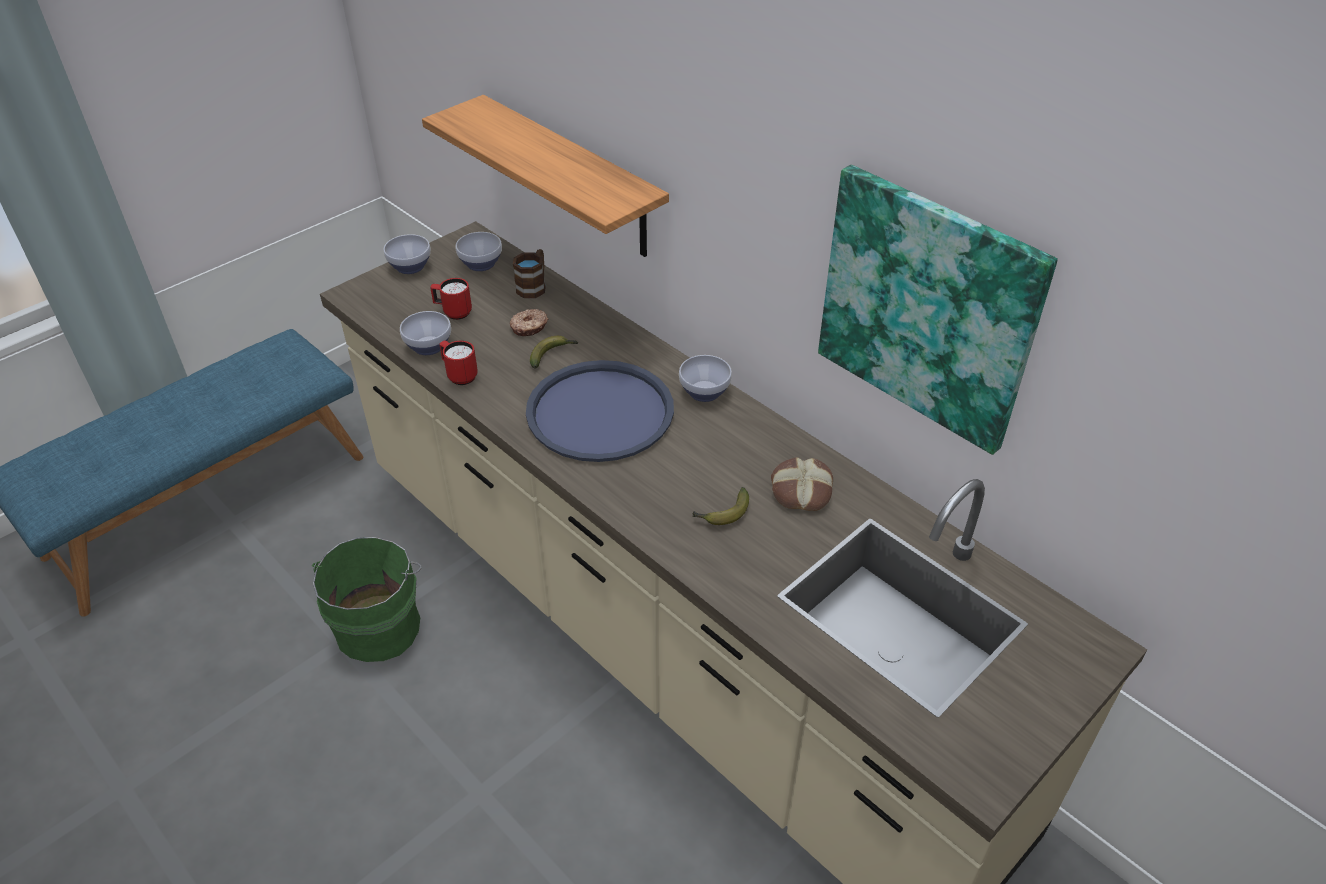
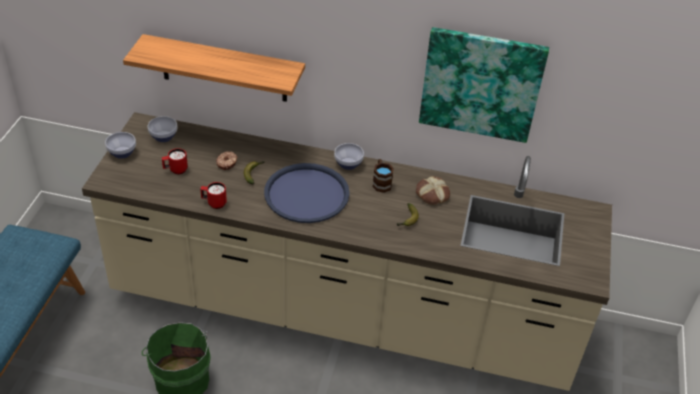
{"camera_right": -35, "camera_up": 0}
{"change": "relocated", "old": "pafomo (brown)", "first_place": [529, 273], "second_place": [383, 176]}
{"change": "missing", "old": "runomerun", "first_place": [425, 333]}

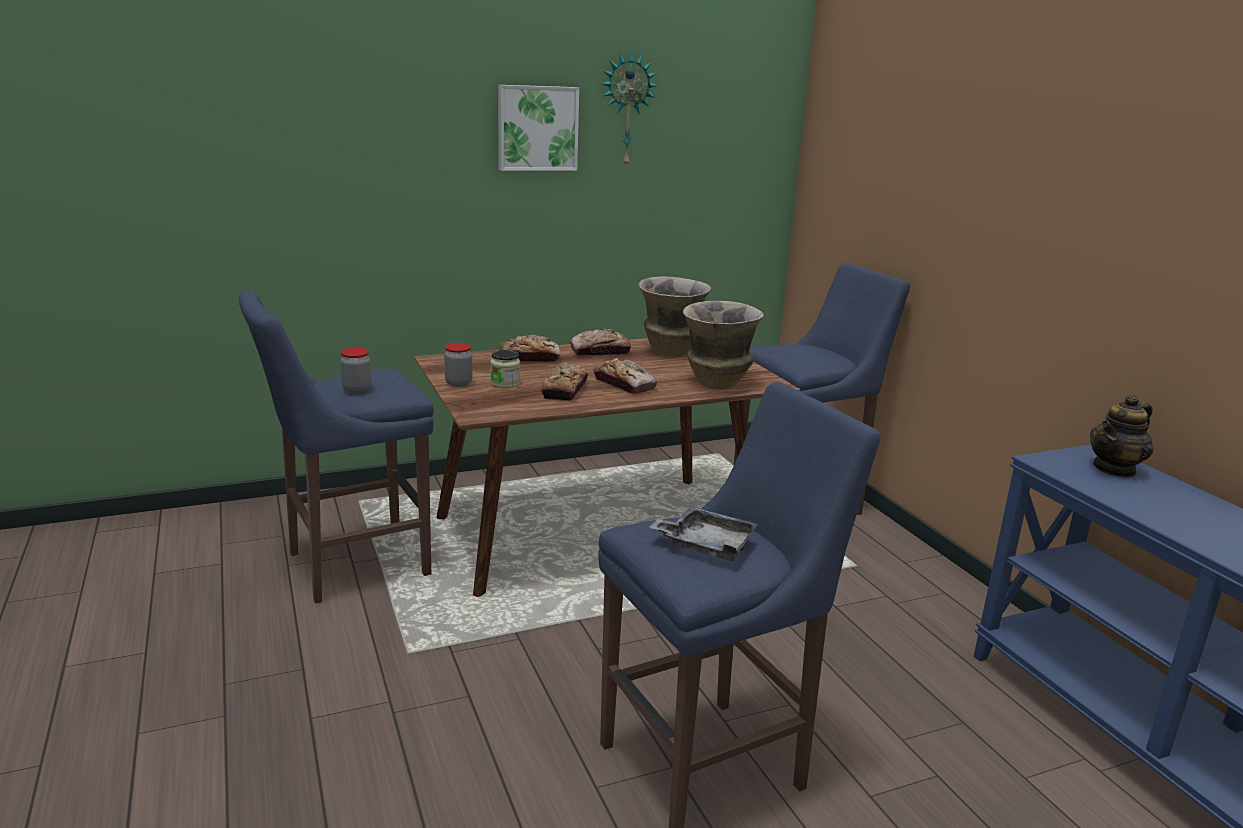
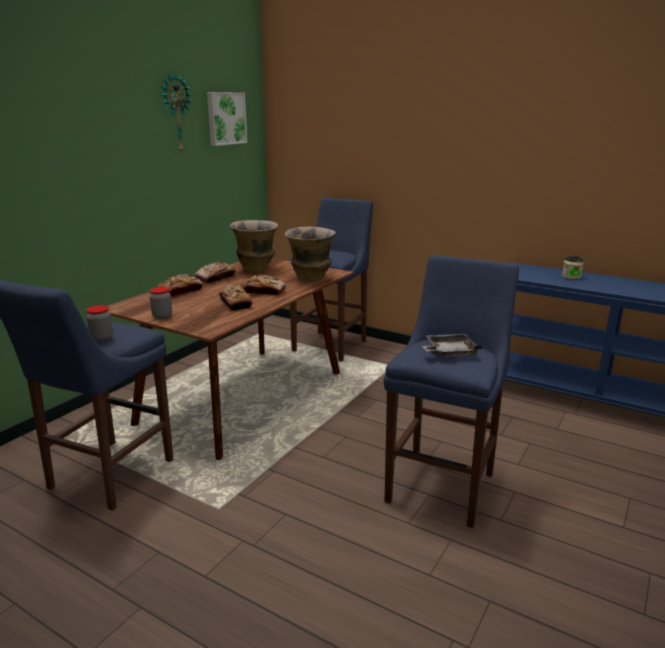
{"camera_right": -35, "camera_up": 0}
{"change": "relocated", "old": "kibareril", "first_place": [538, 128], "second_place": [227, 119]}
{"change": "relocated", "old": "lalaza", "first_place": [505, 369], "second_place": [573, 267]}
{"change": "missing", "old": "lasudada", "first_place": [1121, 436]}

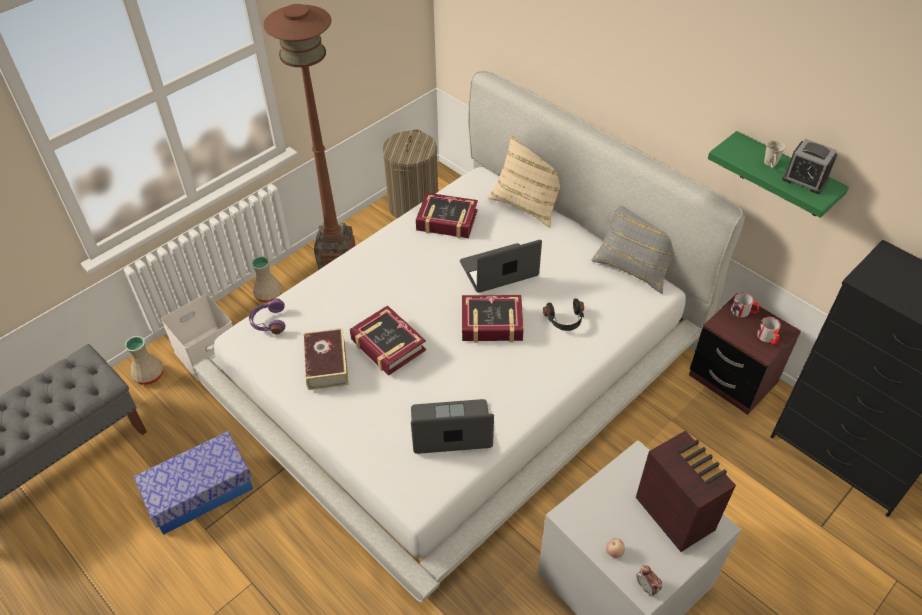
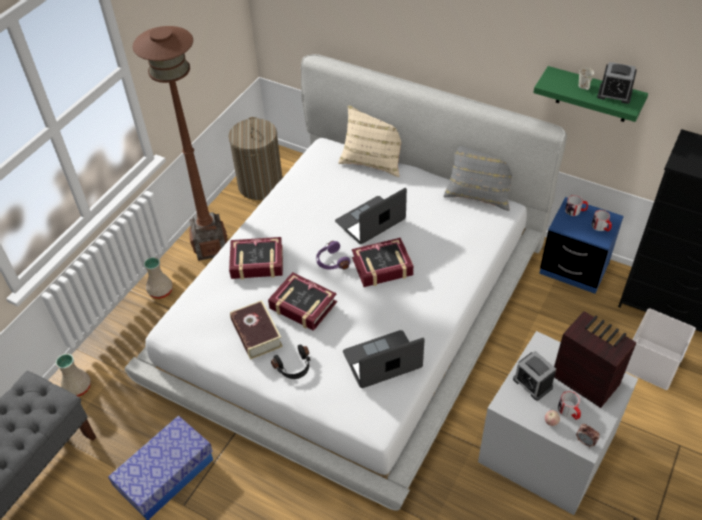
{"camera_right": -15, "camera_up": 0}
{"change": "relocated", "old": "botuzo", "first_place": [447, 215], "second_place": [256, 258]}
{"change": "relocated", "old": "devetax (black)", "first_place": [563, 315], "second_place": [291, 362]}
{"change": "relocated", "old": "devetax (purple)", "first_place": [267, 316], "second_place": [333, 255]}
{"change": "appeared", "new": "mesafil", "second_place": [534, 376]}
{"change": "colour", "old": "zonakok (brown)", "new": "zonakok (blue)", "first_place": [745, 355], "second_place": [581, 245]}
{"change": "appeared", "new": "pafomo", "second_place": [569, 405]}
{"change": "relocated", "old": "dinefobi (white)", "first_place": [197, 337], "second_place": [660, 349]}

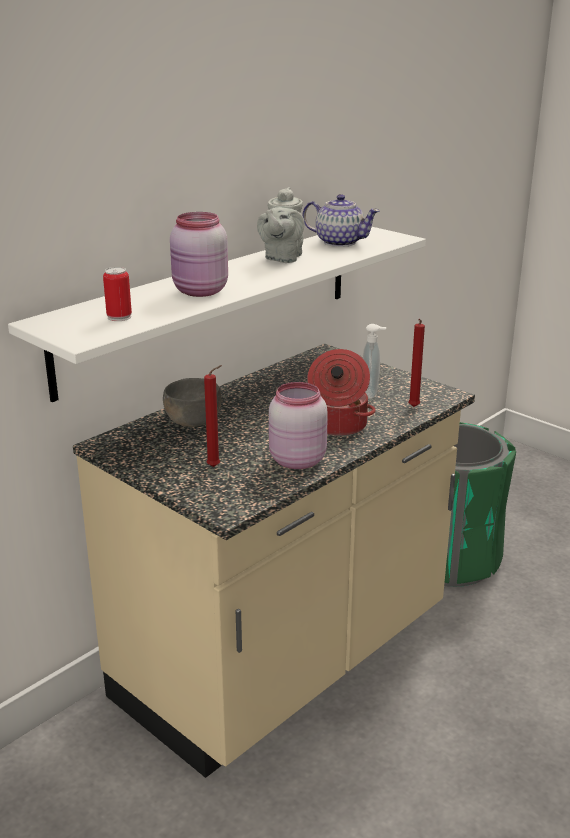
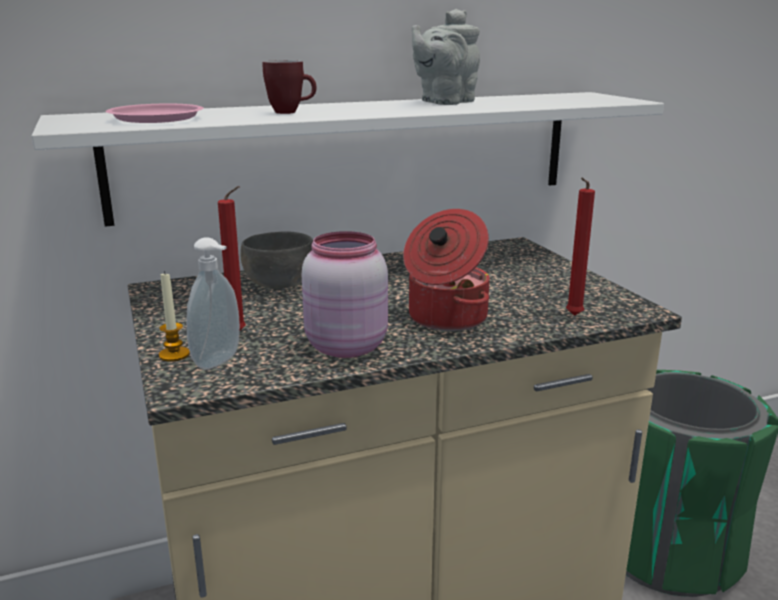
{"camera_right": 25, "camera_up": -5}
{"change": "exchanged", "old": "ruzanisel", "new": "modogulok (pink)", "first_place": [117, 294], "second_place": [154, 113]}
{"change": "appeared", "new": "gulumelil", "second_place": [174, 316]}
{"change": "relocated", "old": "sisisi", "first_place": [374, 361], "second_place": [213, 303]}
{"change": "exchanged", "old": "lalaza (pink)", "new": "pafomo", "first_place": [199, 254], "second_place": [289, 87]}
{"change": "missing", "old": "lasudada", "first_place": [341, 220]}

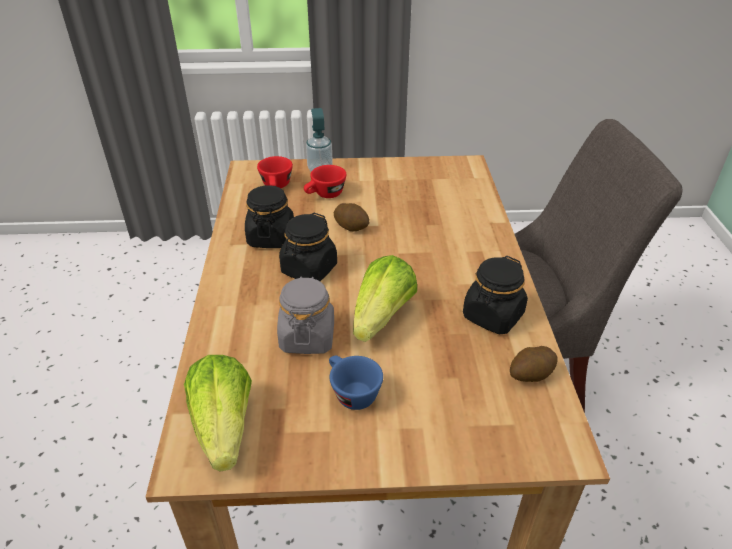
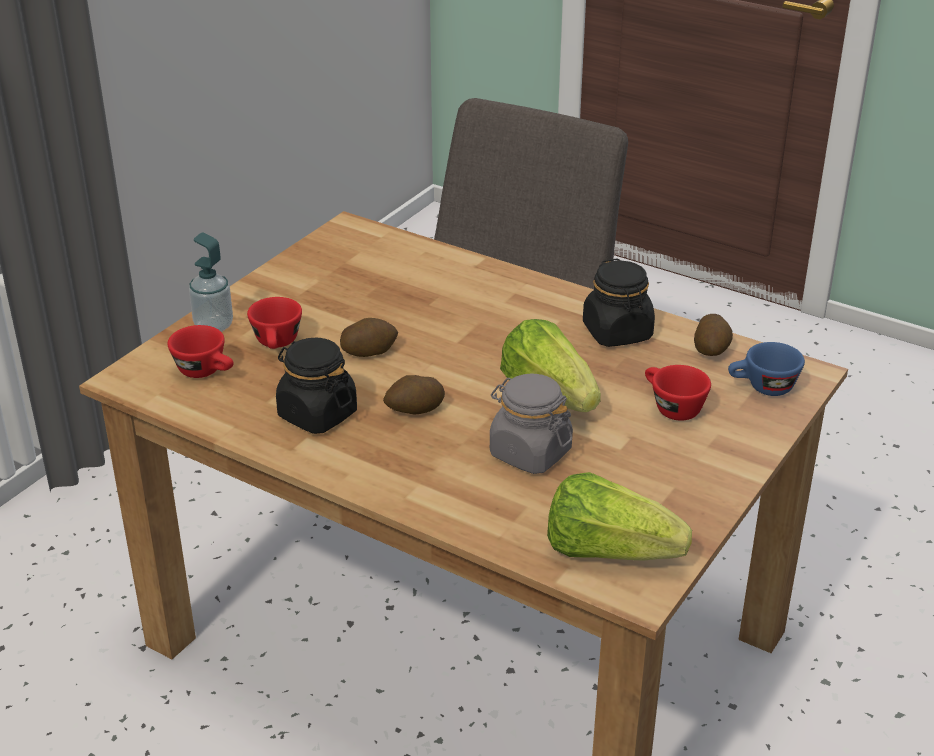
{"camera_right": -55, "camera_up": -5}
{"change": "exchanged", "old": "lalaza (black)", "new": "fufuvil", "first_place": [308, 247], "second_place": [414, 395]}
{"change": "appeared", "new": "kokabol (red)", "second_place": [678, 393]}
{"change": "relocated", "old": "kokabol (blue)", "first_place": [356, 382], "second_place": [766, 369]}

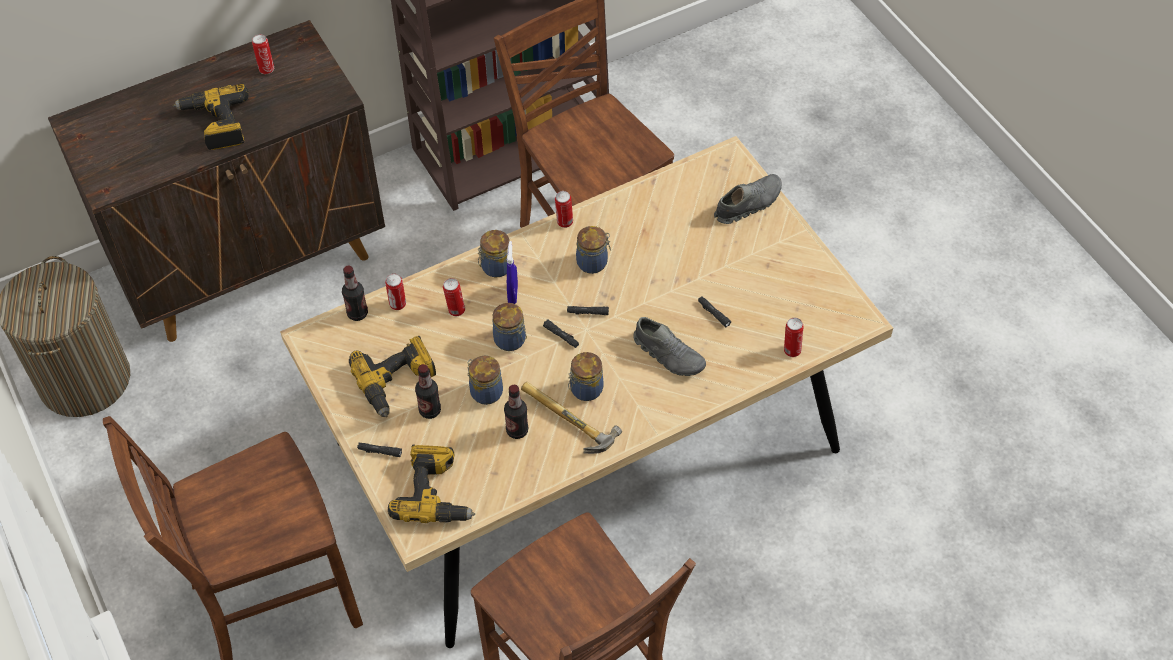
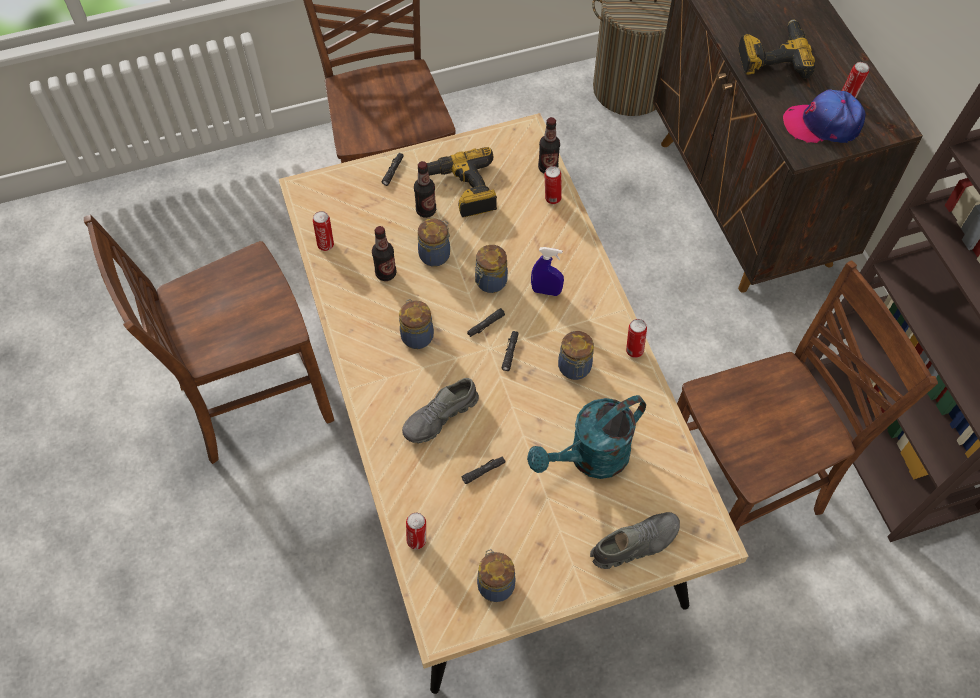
{"camera_right": 100, "camera_up": 5}
{"change": "relocated", "old": "ruzanisel", "first_place": [454, 297], "second_place": [323, 231]}
{"change": "relocated", "old": "lalaza", "first_place": [494, 253], "second_place": [496, 575]}
{"change": "appeared", "new": "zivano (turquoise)", "second_place": [586, 437]}
{"change": "spun", "old": "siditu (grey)", "first_place": [748, 199], "second_place": [635, 540], "degrees": -90}
{"change": "appeared", "new": "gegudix", "second_place": [824, 116]}
{"change": "missing", "old": "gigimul", "first_place": [431, 484]}
{"change": "missing", "old": "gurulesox", "first_place": [571, 418]}

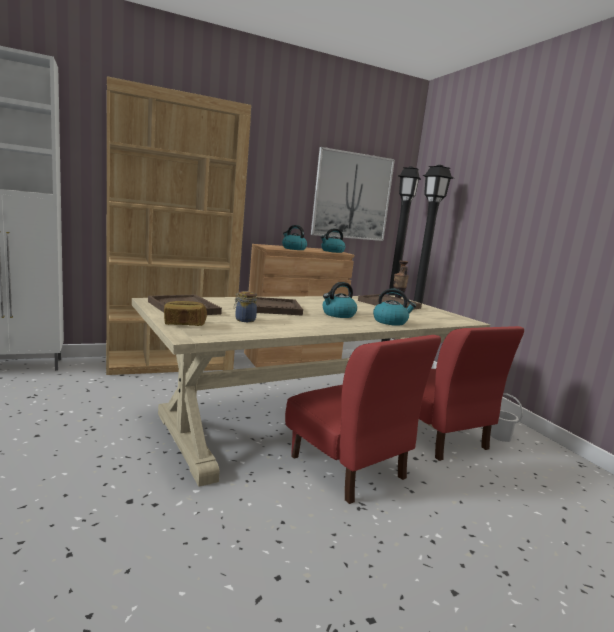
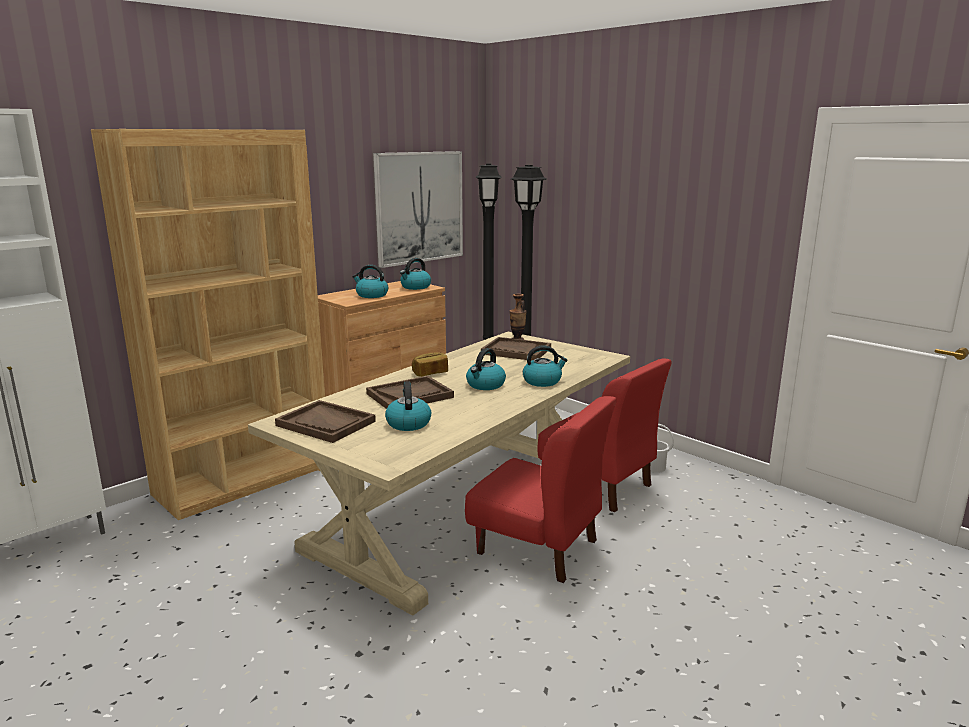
{"camera_right": -20, "camera_up": 5}
{"change": "exchanged", "old": "lalaza", "new": "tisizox", "first_place": [245, 306], "second_place": [408, 406]}
{"change": "relocated", "old": "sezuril", "first_place": [185, 313], "second_place": [430, 364]}

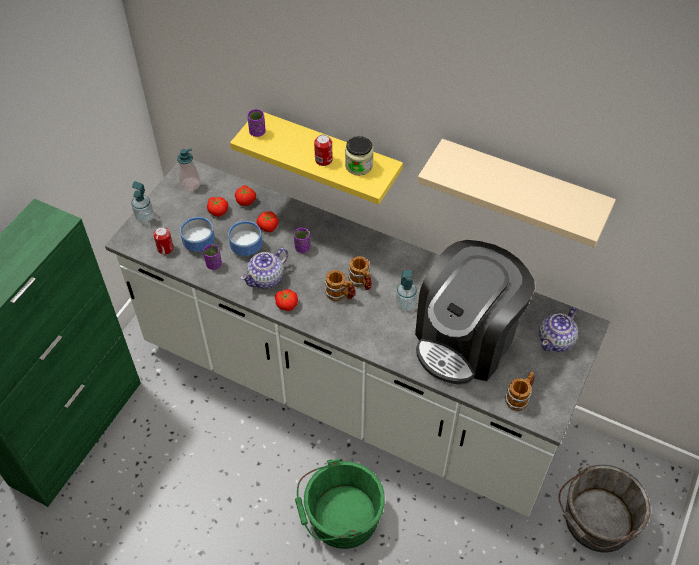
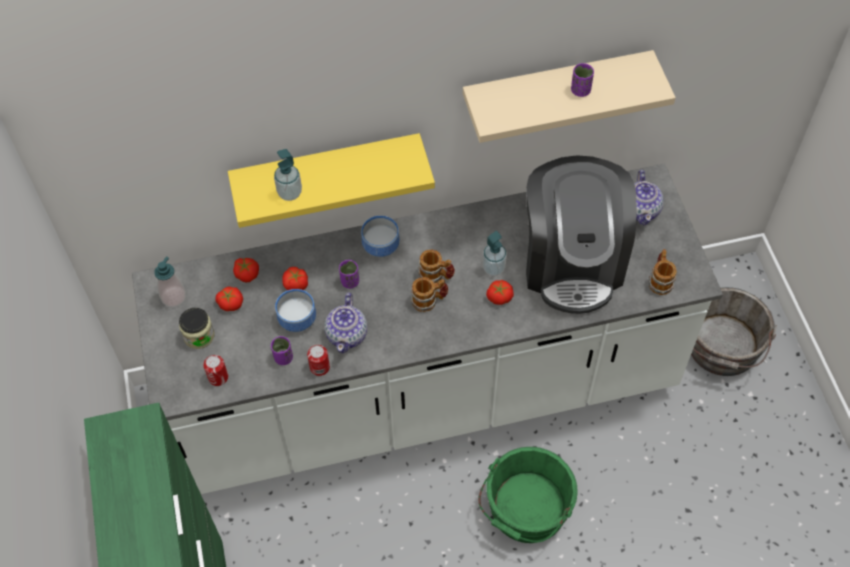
{"camera_right": -40, "camera_up": 5}
{"change": "relocated", "old": "lalaza", "first_place": [359, 155], "second_place": [197, 328]}
{"change": "relocated", "old": "sisisi", "first_place": [142, 202], "second_place": [288, 175]}
{"change": "relocated", "old": "ruzanisel", "first_place": [323, 150], "second_place": [318, 360]}
{"change": "relocated", "old": "runomerun", "first_place": [197, 234], "second_place": [380, 236]}
{"change": "relocated", "old": "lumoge", "first_place": [286, 300], "second_place": [500, 292]}
{"change": "relocated", "old": "kokabol (purple)", "first_place": [256, 123], "second_place": [582, 80]}

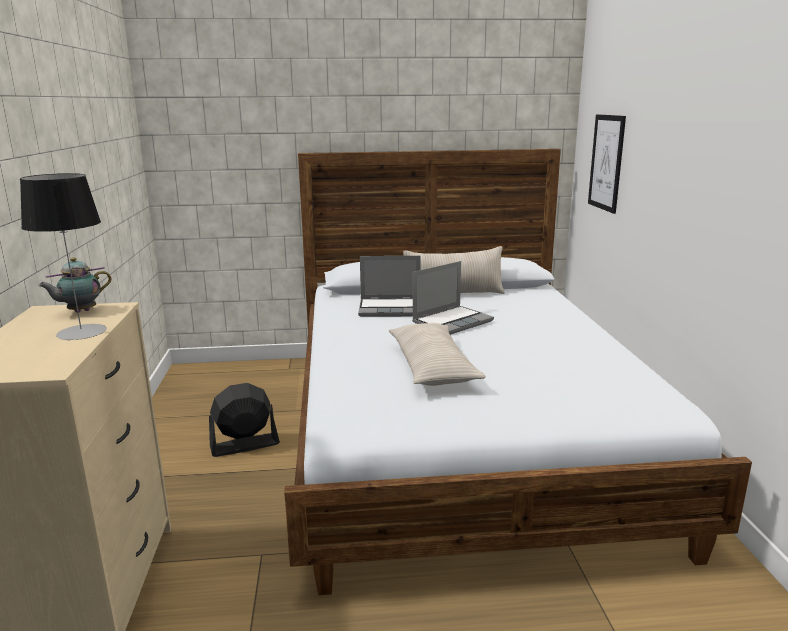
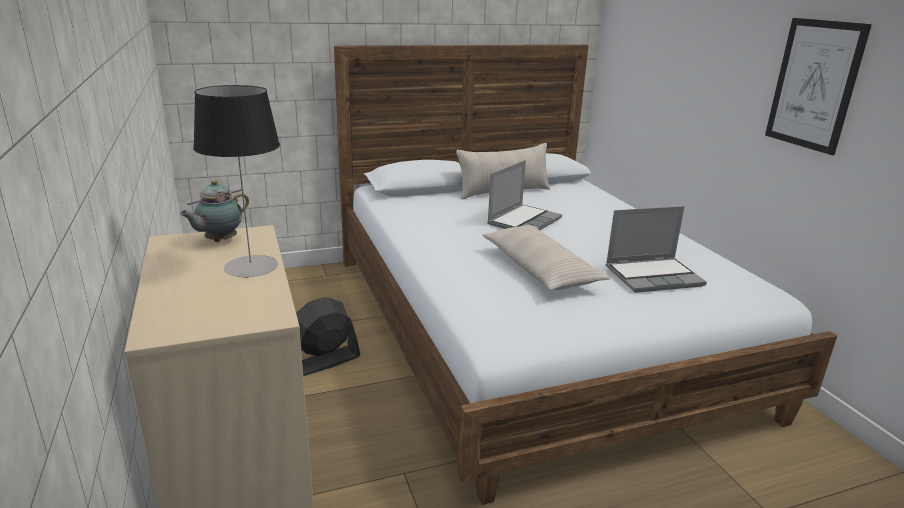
{"camera_right": -15, "camera_up": 5}
{"change": "relocated", "old": "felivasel", "first_place": [389, 286], "second_place": [656, 249]}
{"change": "relocated", "old": "kibareril", "first_place": [607, 164], "second_place": [818, 86]}

